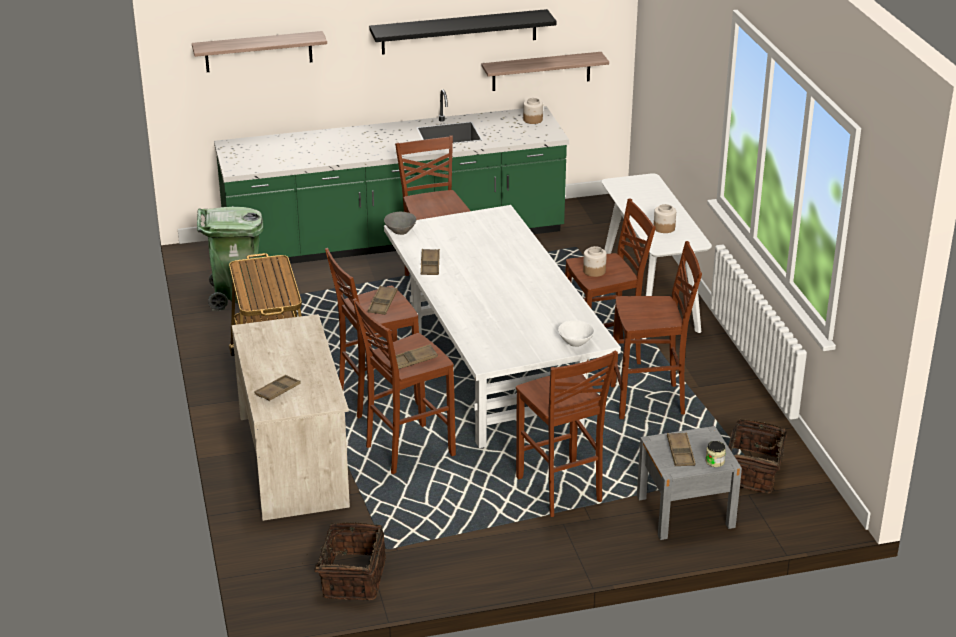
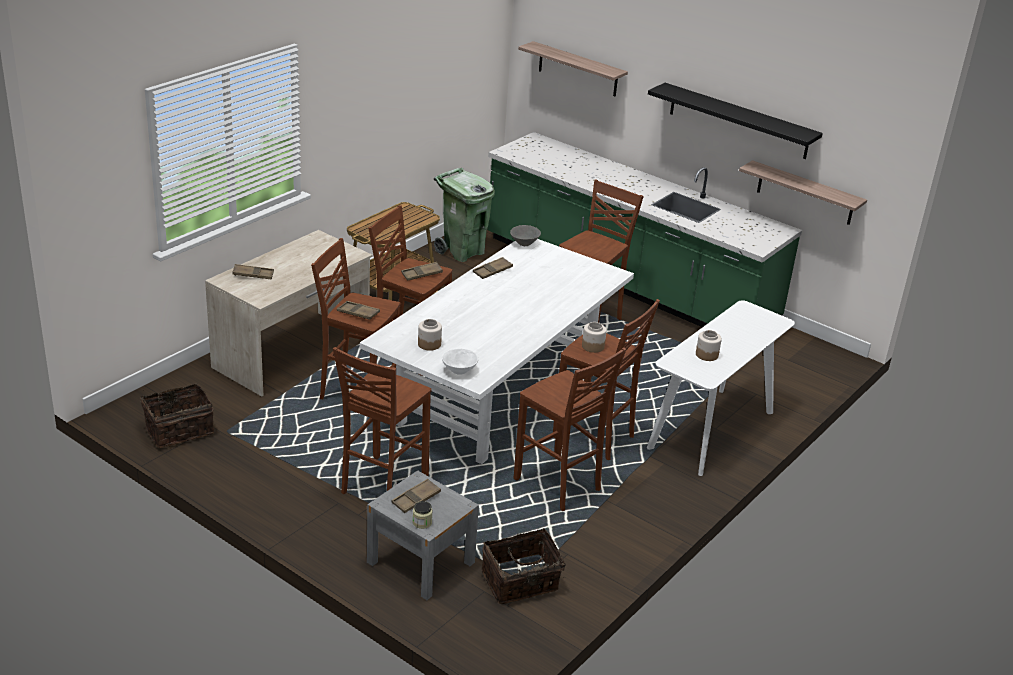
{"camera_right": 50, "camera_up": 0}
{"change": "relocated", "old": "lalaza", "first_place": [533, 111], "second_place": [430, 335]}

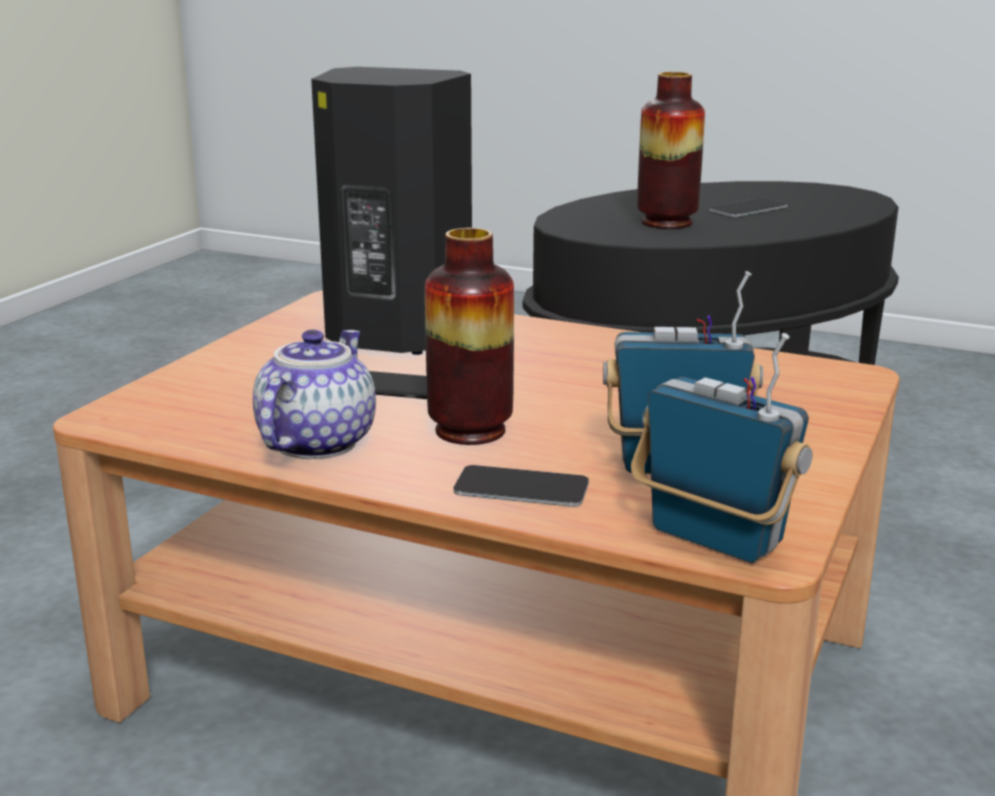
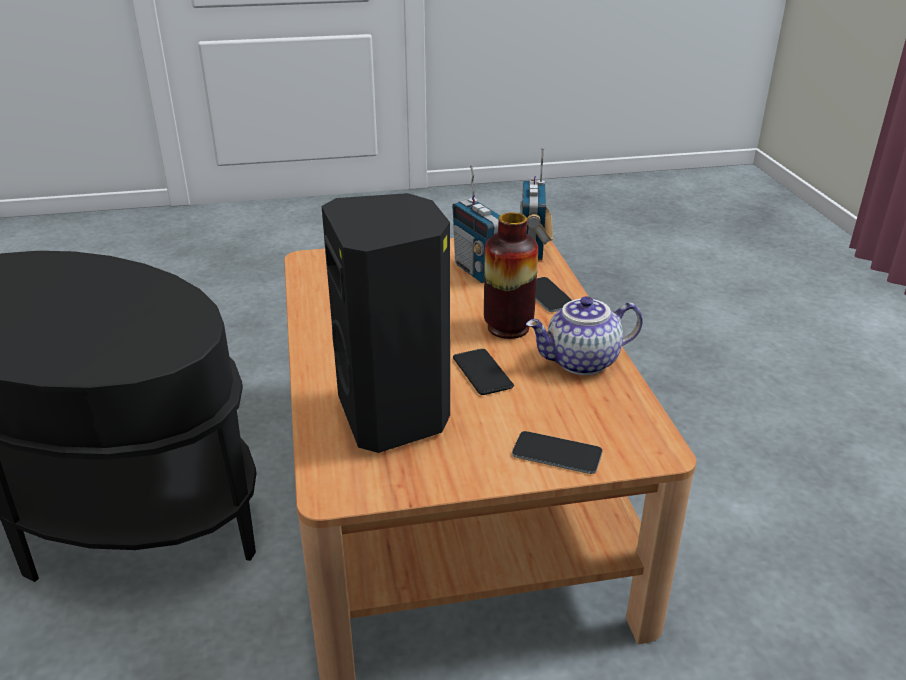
{"camera_right": -125, "camera_up": 10}
{"change": "relocated", "old": "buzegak", "first_place": [748, 207], "second_place": [557, 452]}
{"change": "missing", "old": "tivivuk", "first_place": [671, 150]}

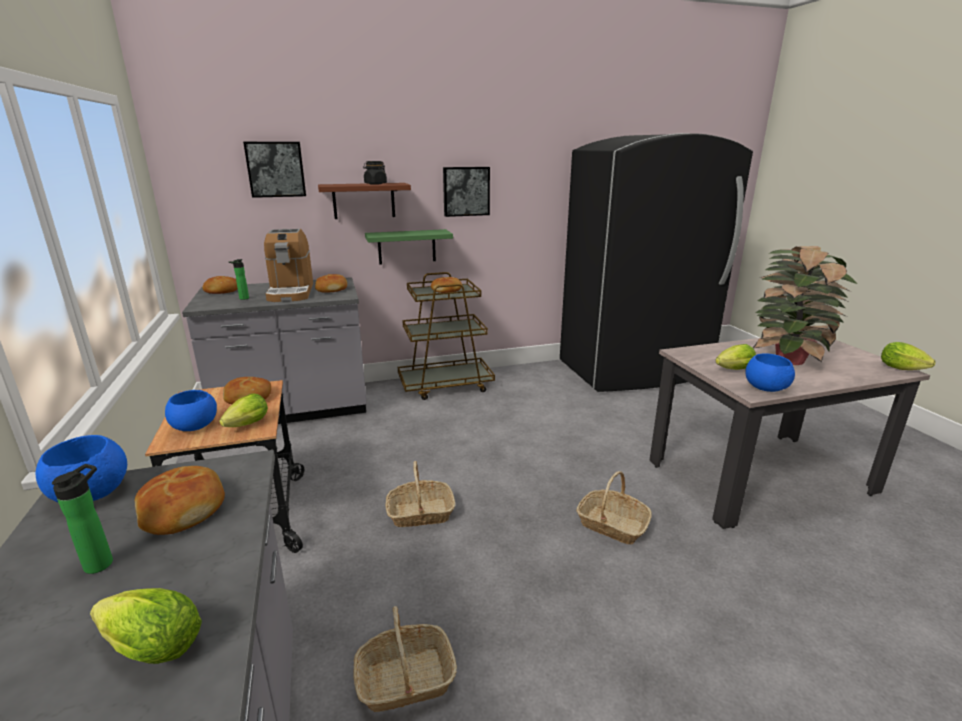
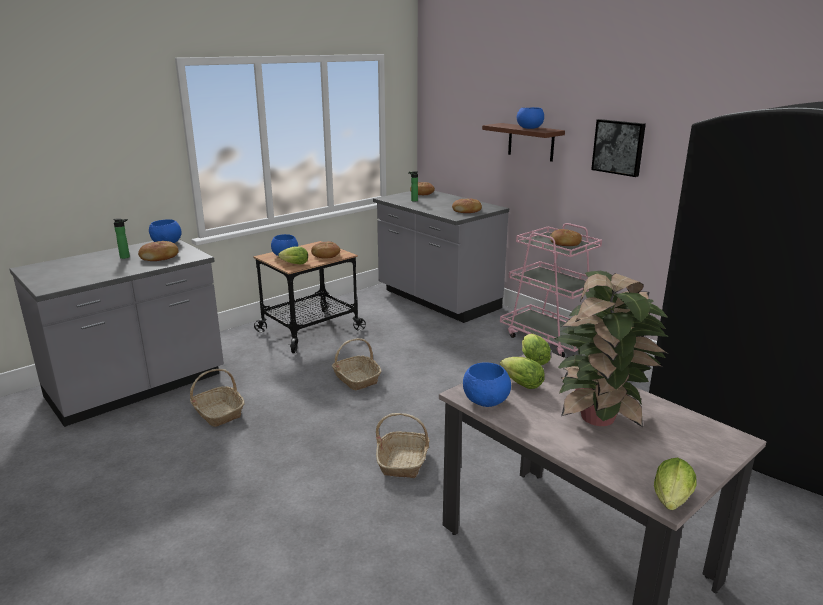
{"camera_right": 65, "camera_up": 0}
{"change": "colour", "old": "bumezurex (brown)", "new": "bumezurex (pink)", "first_place": [446, 336], "second_place": [551, 290]}
{"change": "exchanged", "old": "lalaza (black)", "new": "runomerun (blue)", "first_place": [375, 173], "second_place": [530, 118]}
{"change": "relocated", "old": "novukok", "first_place": [146, 626], "second_place": [536, 349]}
{"change": "missing", "old": "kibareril", "first_place": [274, 170]}
{"change": "missing", "old": "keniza", "first_place": [288, 265]}
{"change": "missing", "old": "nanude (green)", "first_place": [409, 247]}

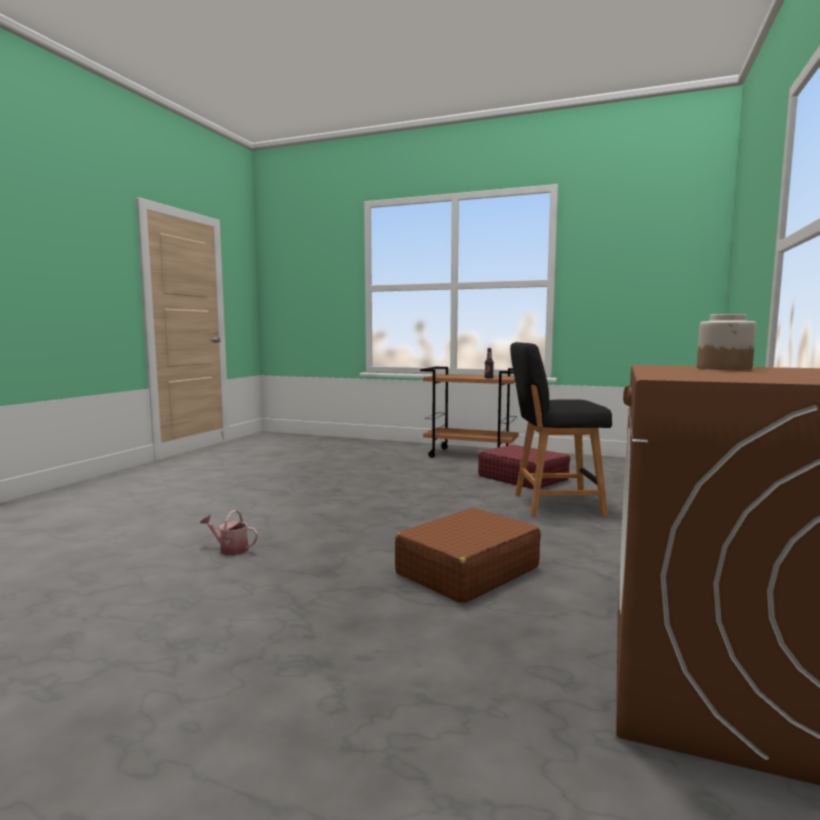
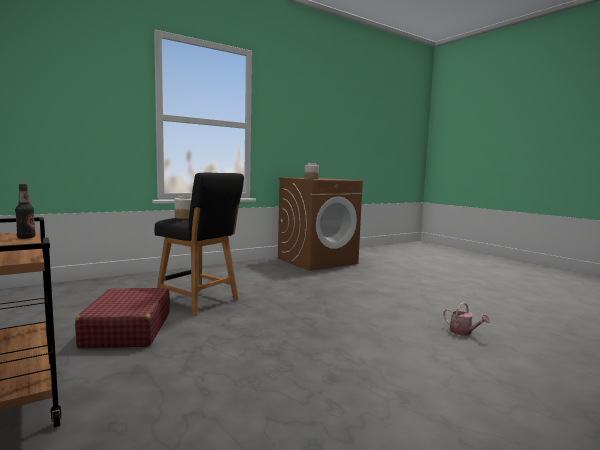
{"camera_right": -145, "camera_up": 0}
{"change": "appeared", "new": "lalaza", "second_place": [183, 207]}
{"change": "missing", "old": "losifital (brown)", "first_place": [468, 556]}

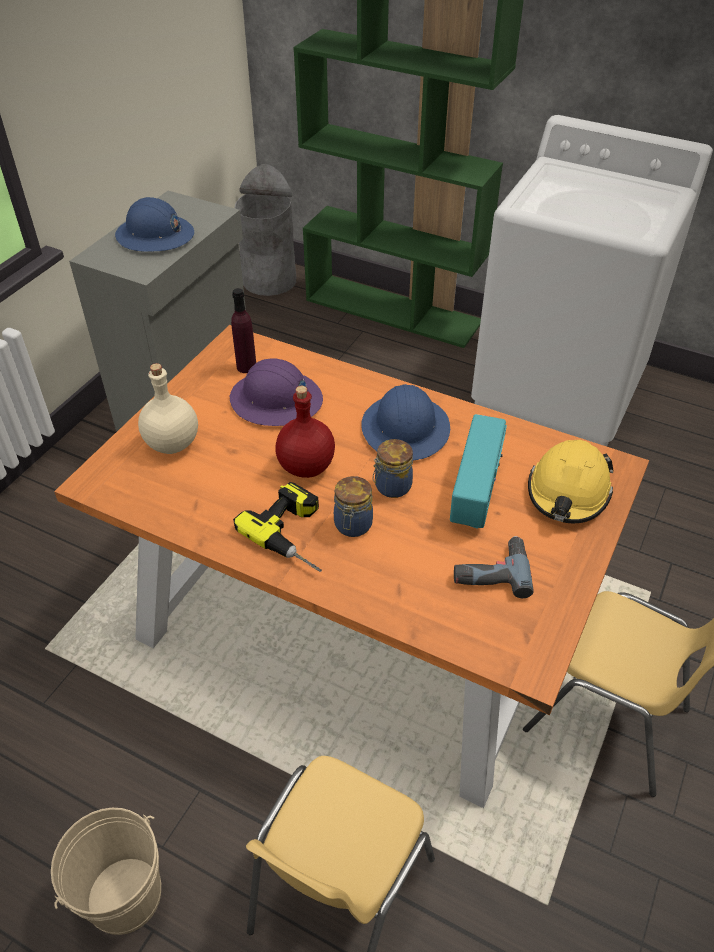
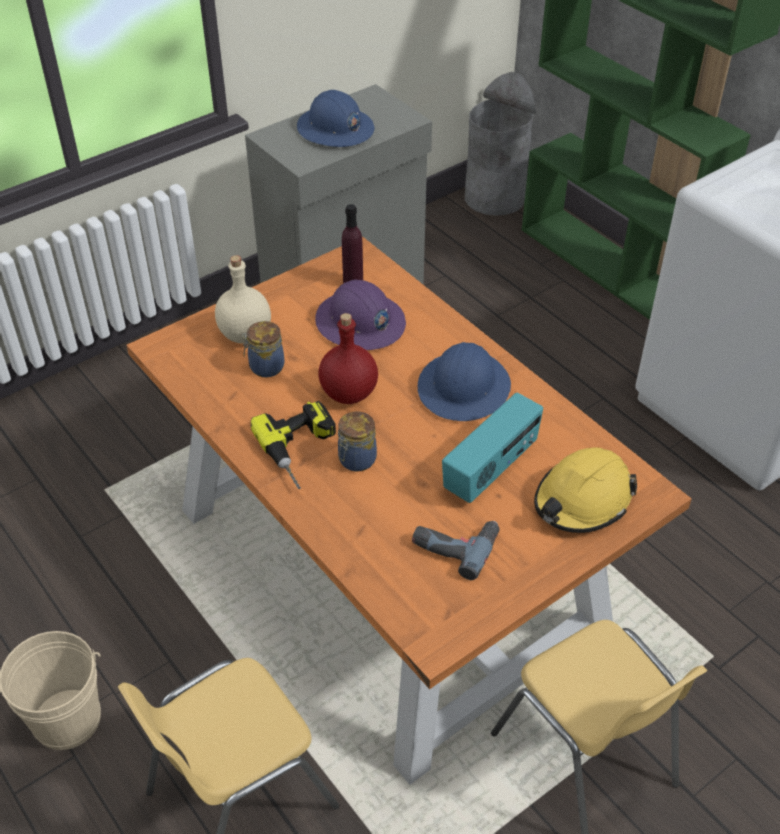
{"camera_right": 25, "camera_up": 0}
{"change": "relocated", "old": "lalaza", "first_place": [393, 468], "second_place": [263, 349]}

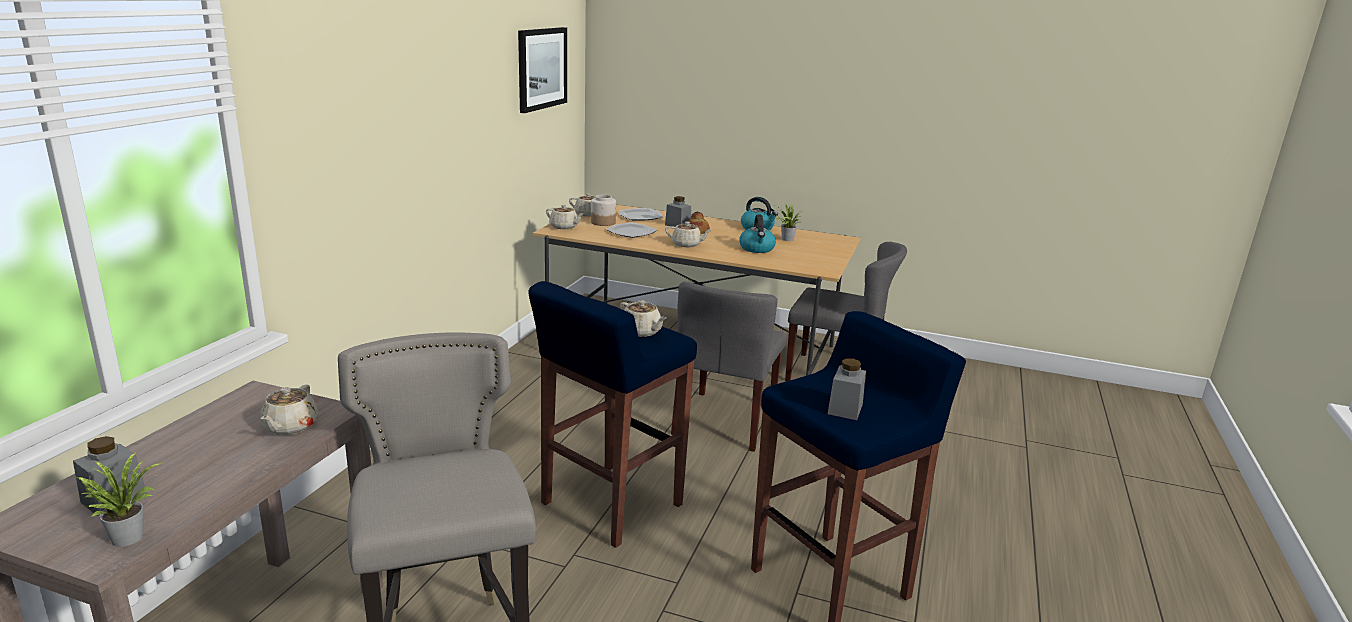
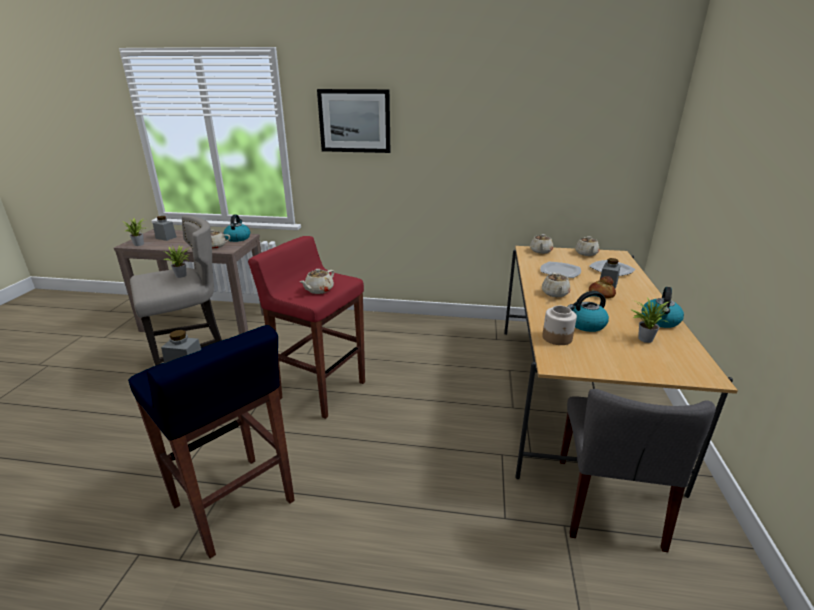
{"camera_right": 80, "camera_up": 5}
{"change": "appeared", "new": "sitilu", "second_place": [176, 261]}
{"change": "appeared", "new": "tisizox", "second_place": [237, 228]}
{"change": "colour", "old": "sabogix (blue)", "new": "sabogix (red)", "first_place": [612, 414], "second_place": [306, 327]}
{"change": "relocated", "old": "kibareril", "first_place": [542, 70], "second_place": [353, 121]}
{"change": "relocated", "old": "lalaza", "first_place": [603, 210], "second_place": [559, 325]}
{"change": "missing", "old": "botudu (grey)", "first_place": [729, 367]}

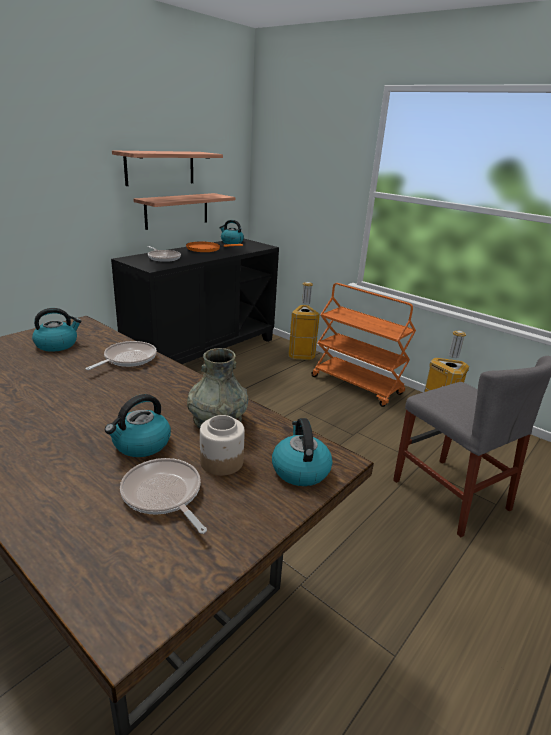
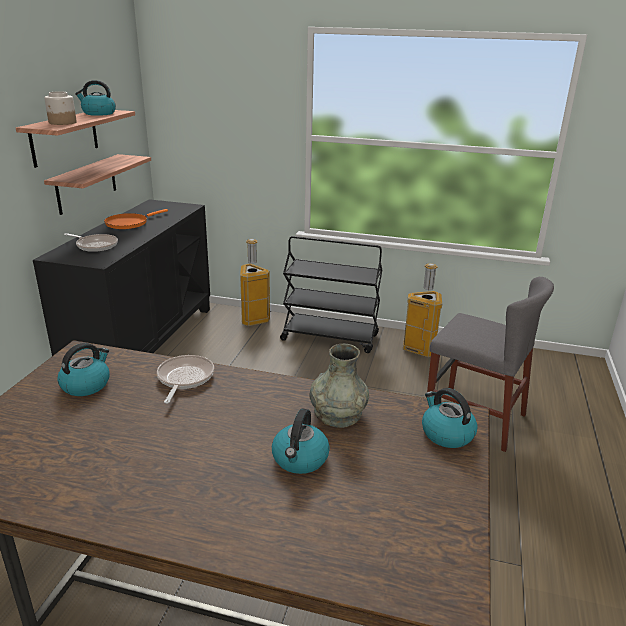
{"camera_right": -25, "camera_up": 0}
{"change": "relocated", "old": "lalaza", "first_place": [222, 445], "second_place": [60, 108]}
{"change": "relocated", "old": "tisizox", "first_place": [231, 232], "second_place": [95, 98]}
{"change": "colour", "old": "bumezurex (orange)", "new": "bumezurex (black)", "first_place": [363, 345], "second_place": [331, 294]}
{"change": "missing", "old": "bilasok", "first_place": [163, 496]}

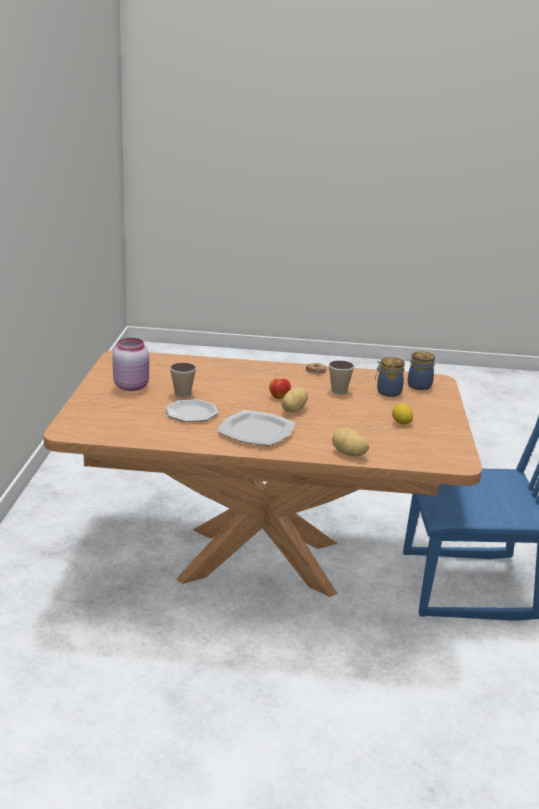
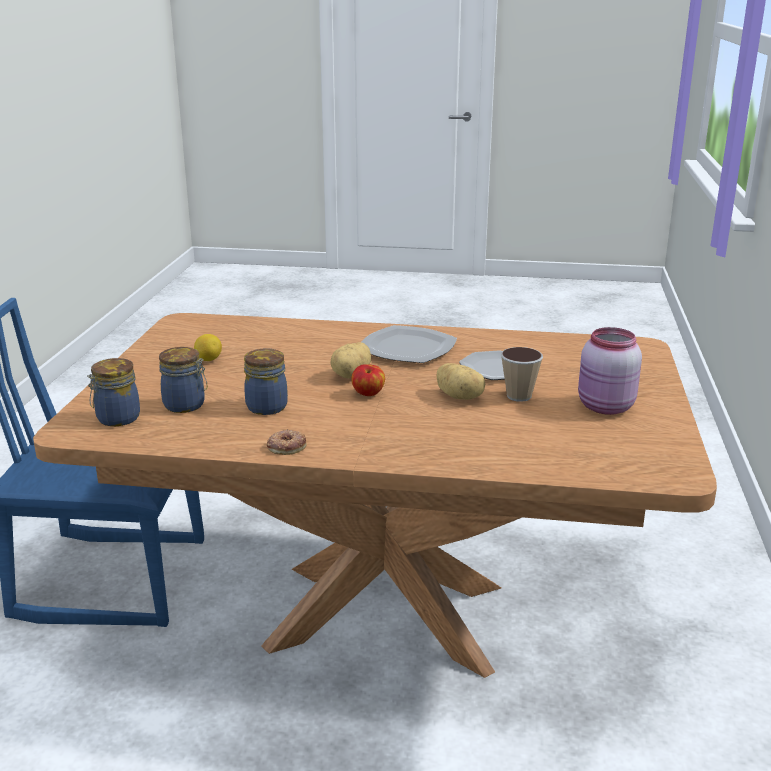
{"camera_right": -175, "camera_up": 0}
{"change": "exchanged", "old": "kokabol", "new": "lalaza", "first_place": [341, 377], "second_place": [266, 382]}
{"change": "relocated", "old": "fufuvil", "first_place": [350, 441], "second_place": [460, 381]}

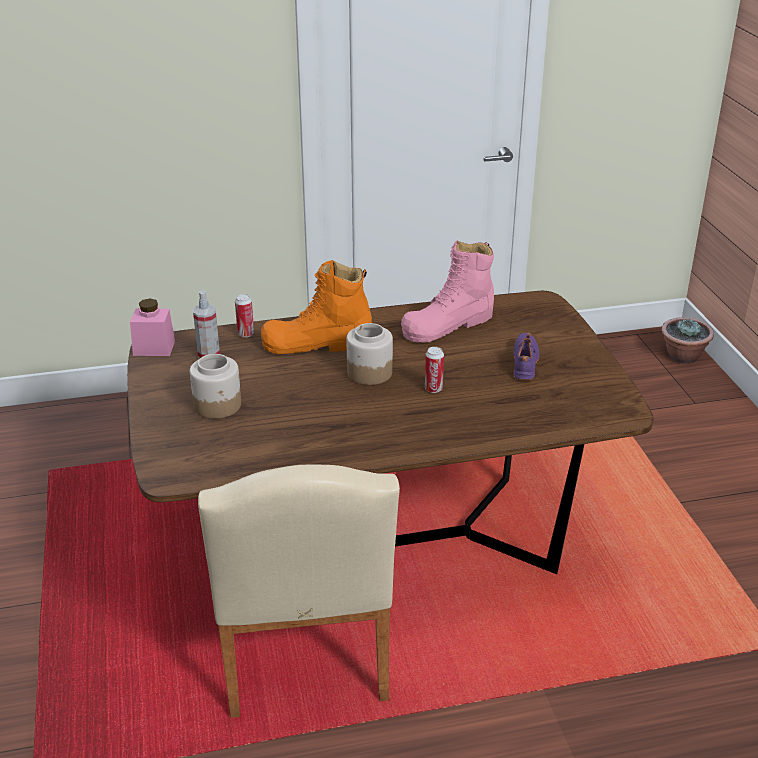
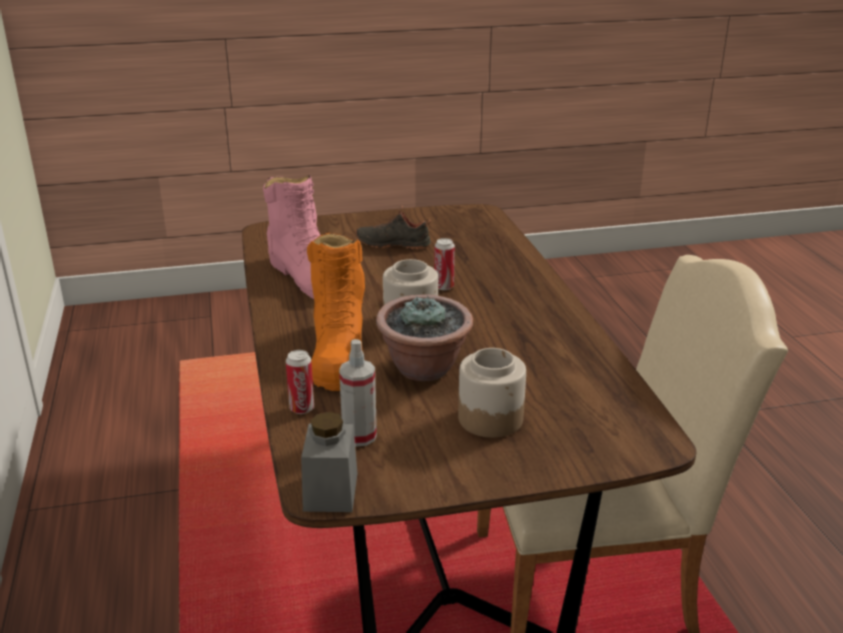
{"camera_right": -90, "camera_up": -5}
{"change": "colour", "old": "lalaza (pink)", "new": "lalaza (grey)", "first_place": [152, 327], "second_place": [329, 462]}
{"change": "colour", "old": "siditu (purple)", "new": "siditu (black)", "first_place": [526, 357], "second_place": [393, 228]}
{"change": "relocated", "old": "sitilu", "first_place": [687, 340], "second_place": [424, 337]}

